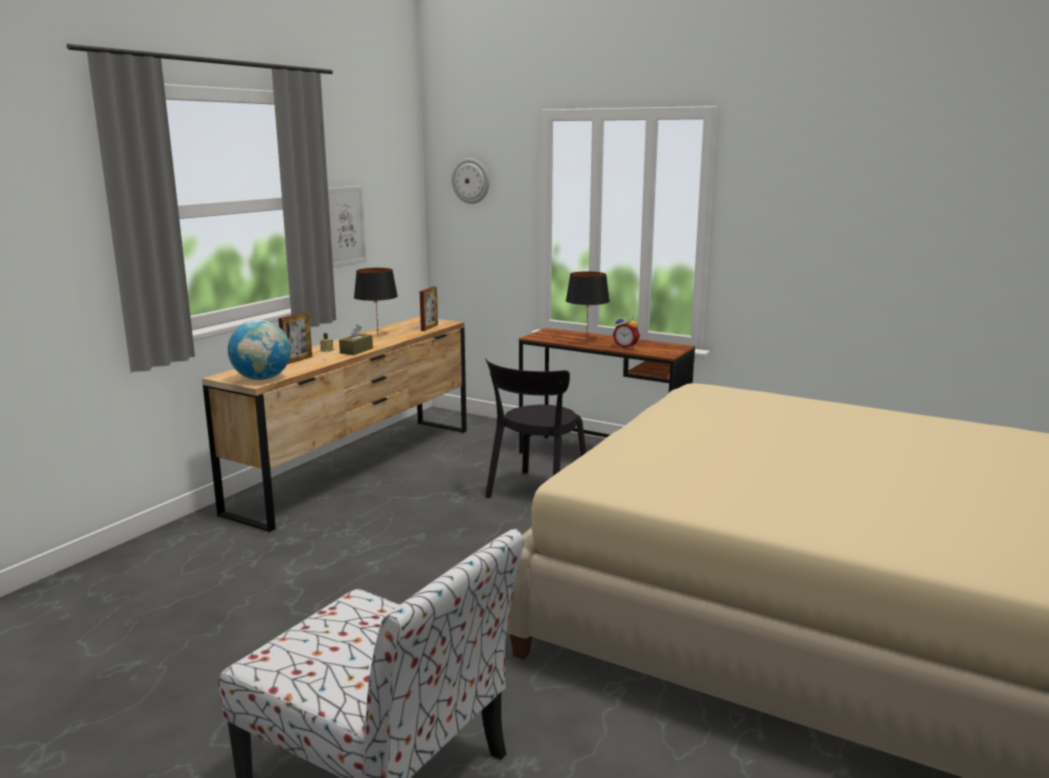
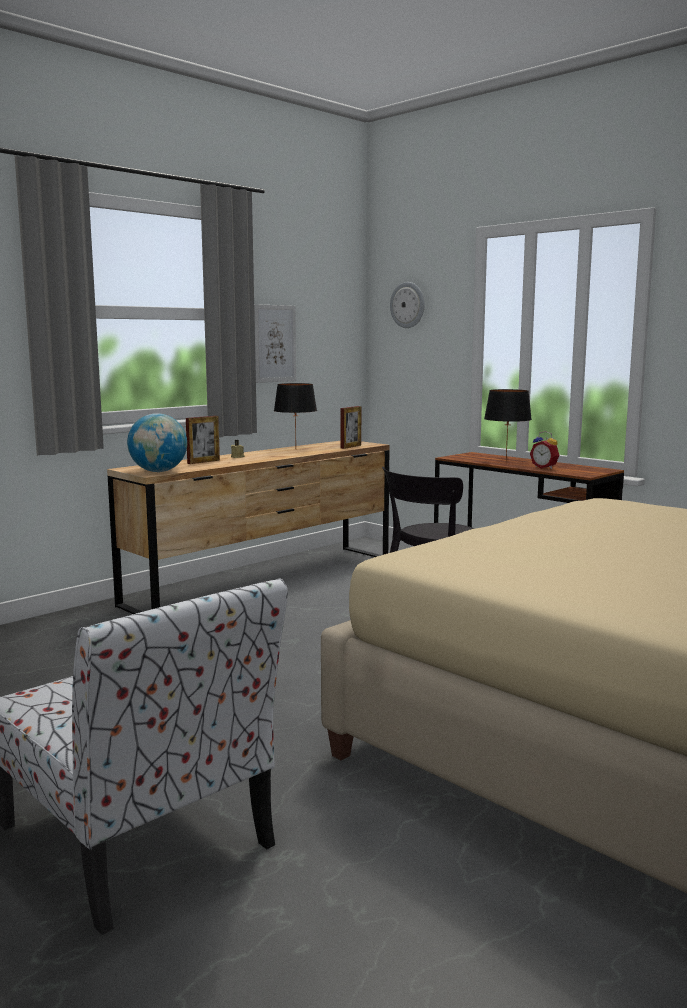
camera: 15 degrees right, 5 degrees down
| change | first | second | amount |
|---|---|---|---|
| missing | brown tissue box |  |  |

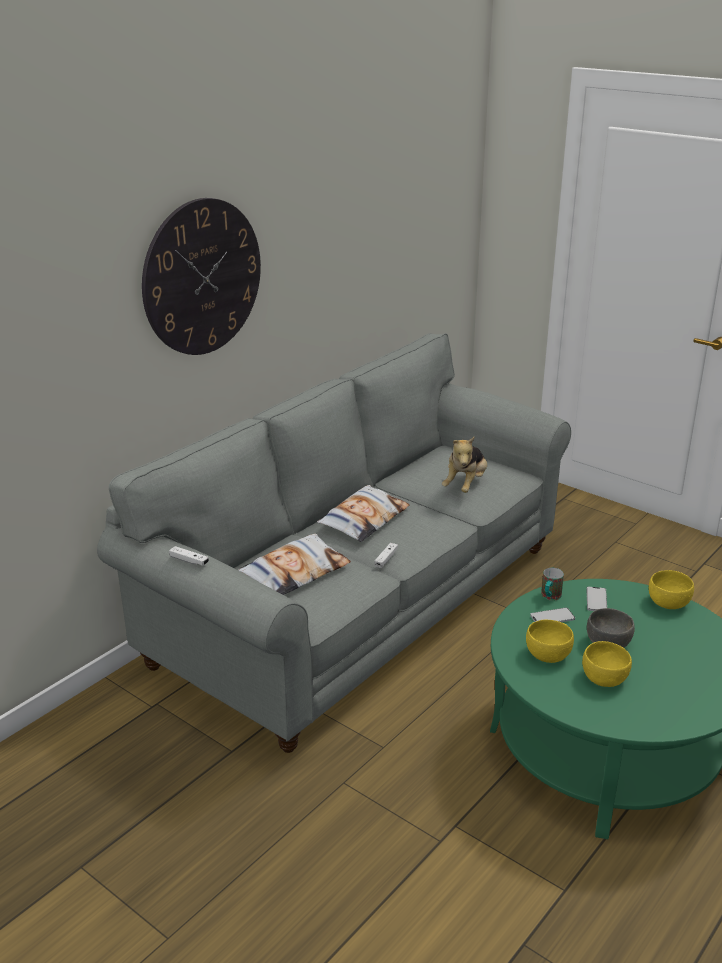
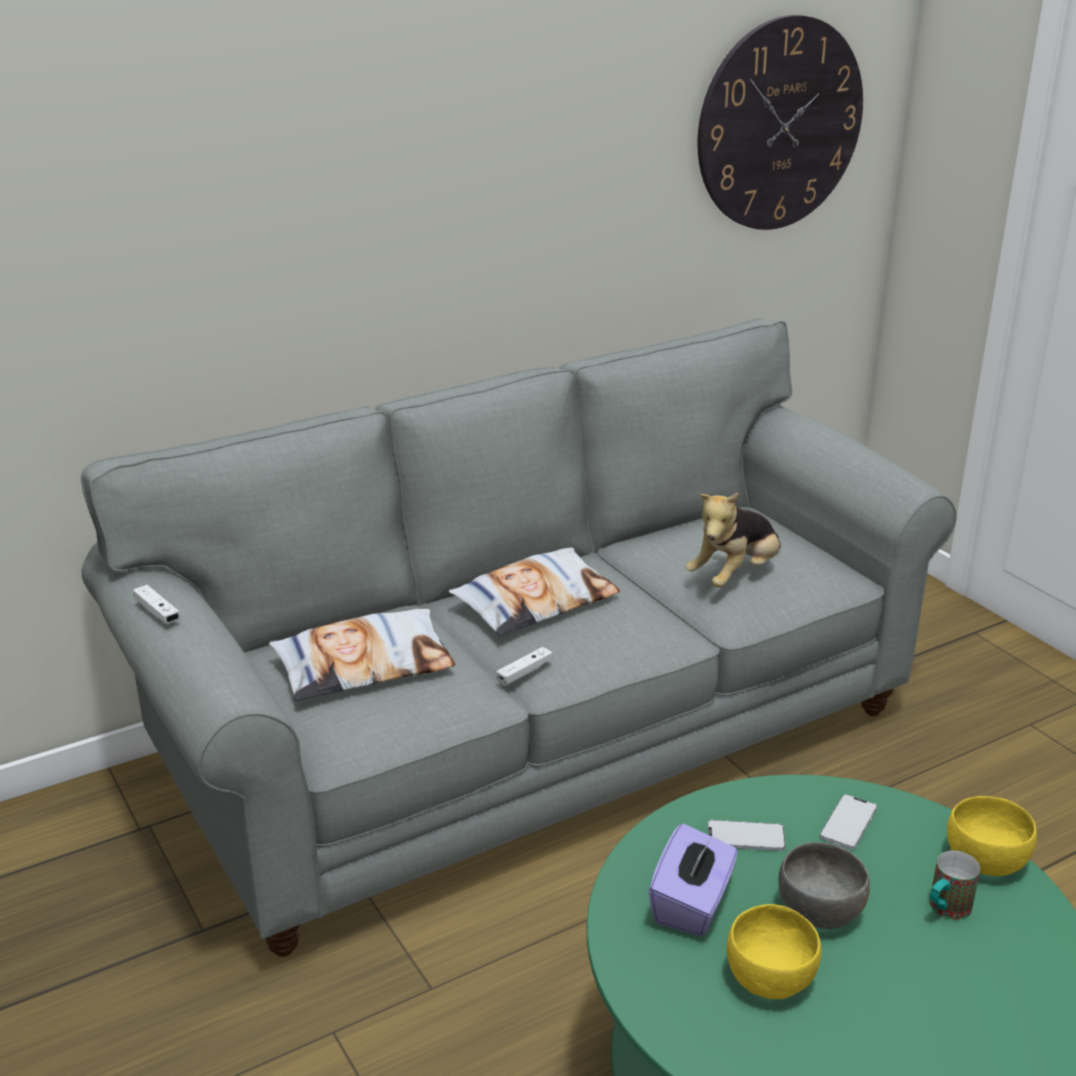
camera: 20 degrees right, 0 degrees up
| change | first | second | amount |
|---|---|---|---|
| relocated | wall clock |  |  |
| relocated | mug |  |  |
| exchanged | yellow bowl (no. 1 from left) | purple tissue box |  |

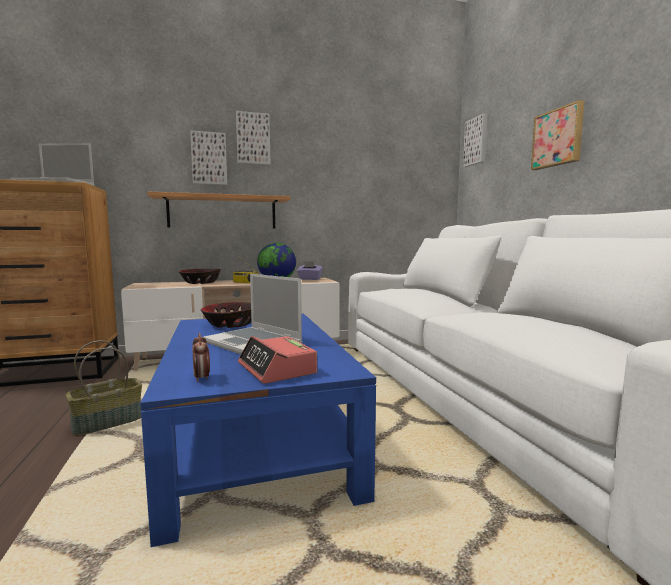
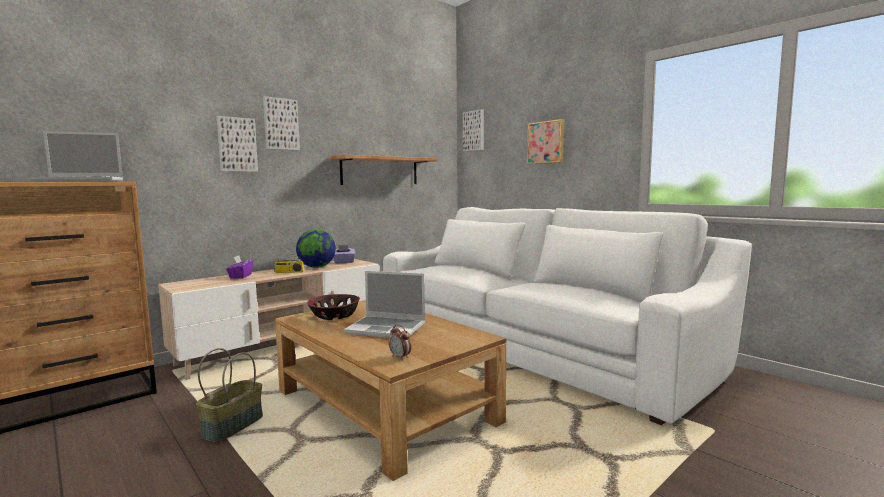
camera: 25 degrees left, 0 degrees up
| change | first | second | amount |
|---|---|---|---|
| missing | alarm clock (no. 2 from left) |  |  |
| relocated | shelf |  |  |
| exchanged | bowl (no. 1 from left) | purple tissue box (no. 1 from left) |  |
| colour | blue coffee table | brown coffee table |  |

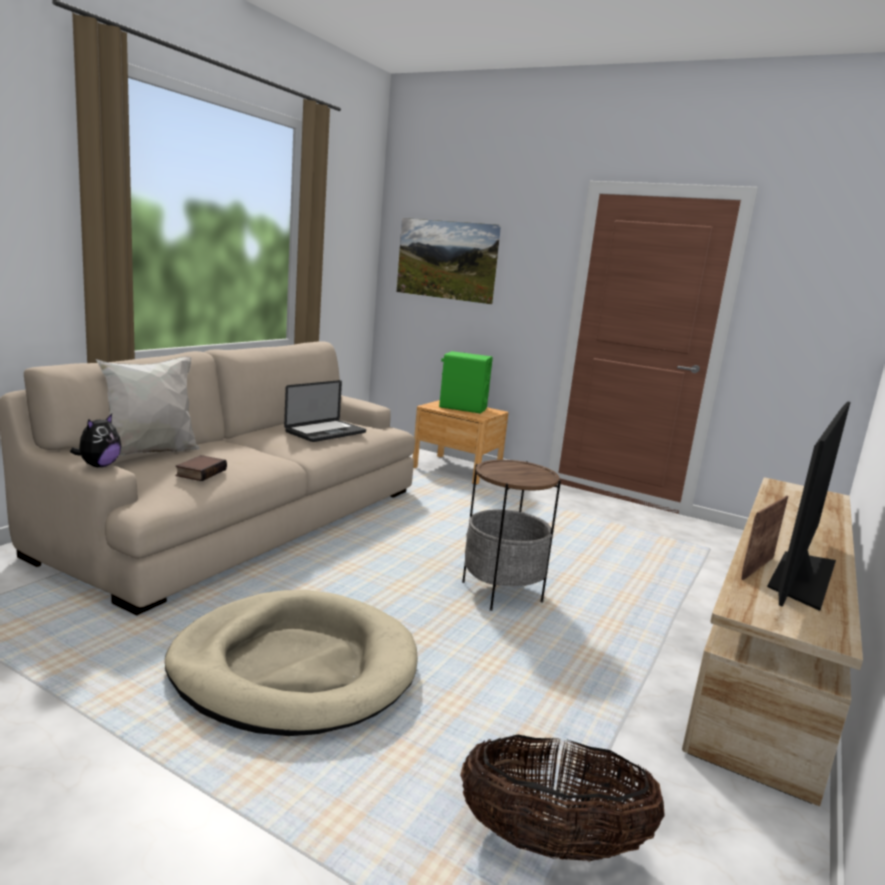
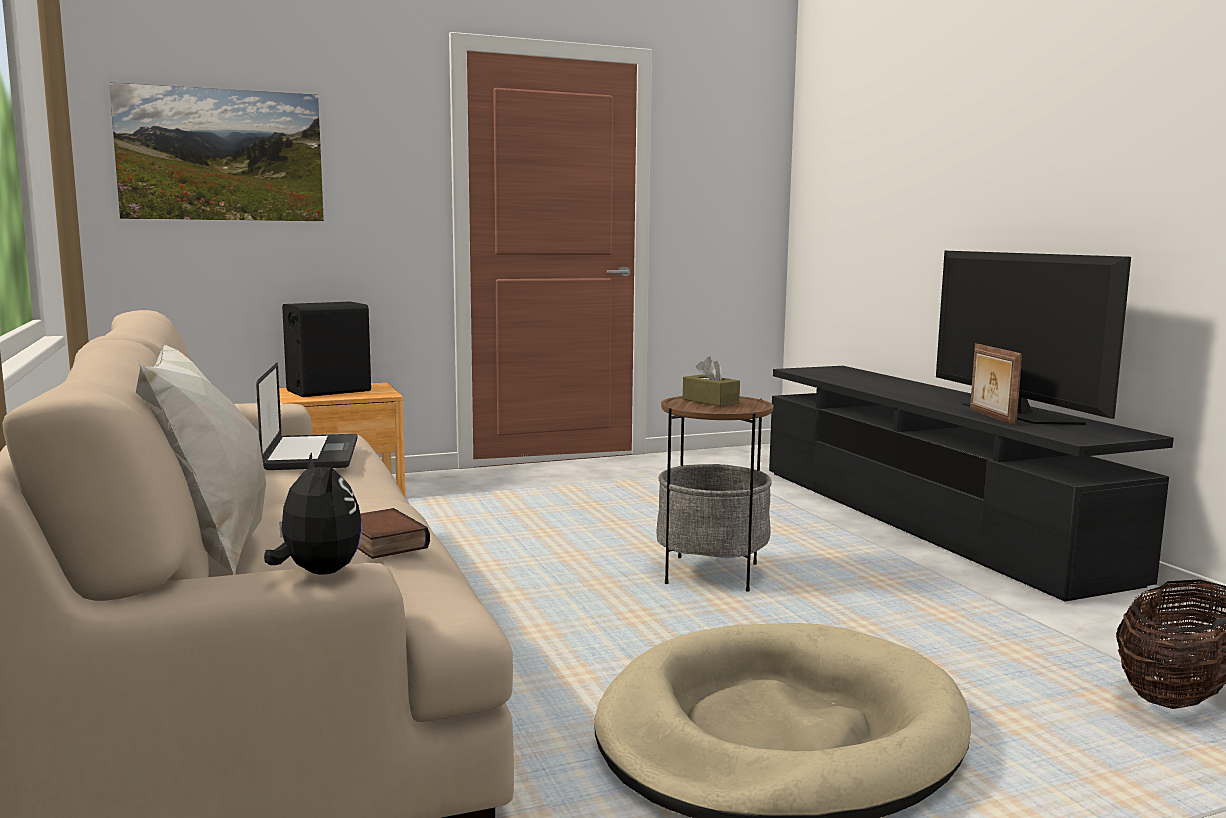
camera: 50 degrees left, 5 degrees down
| change | first | second | amount |
|---|---|---|---|
| appeared |  | brown tissue box |  |
| colour | green speaker | black speaker |  |
| colour | beige tv stand | black tv stand |  |

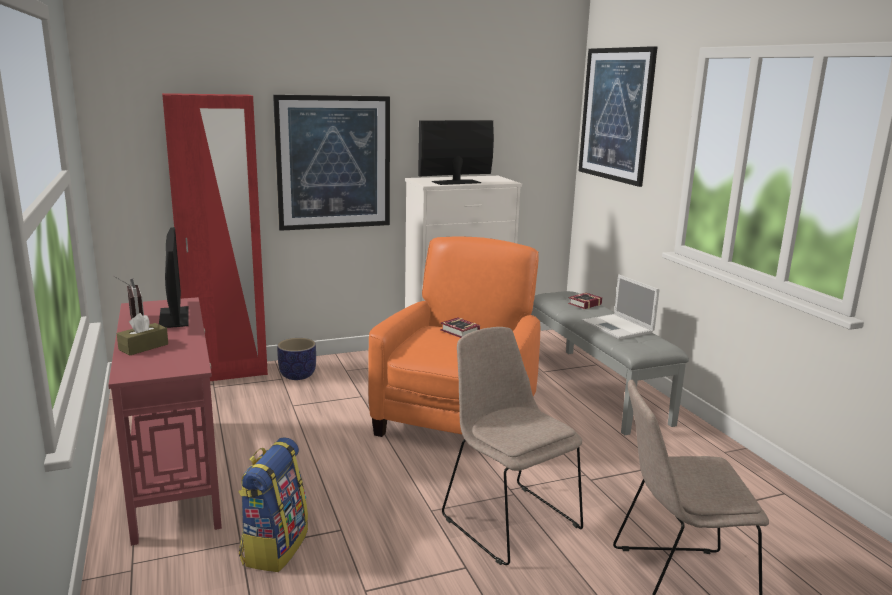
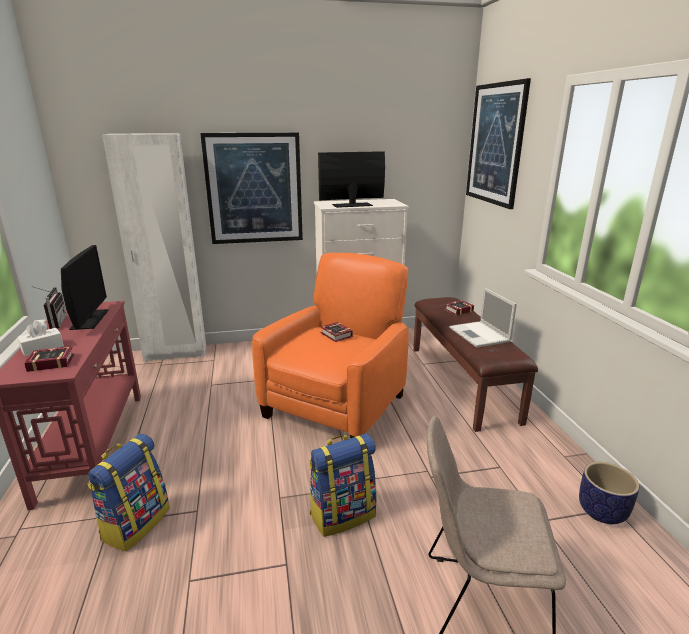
camera: 10 degrees right, 5 degrees up
| change | first | second | amount |
|---|---|---|---|
| appeared |  | book (no. 1 from left) |  |
| relocated | planter |  |  |
| exchanged | beige chair (no. 1 from left) | backpack (no. 2 from left) |  |
| colour | brown tissue box | white tissue box |  |
| colour | red wardrobe | white wardrobe |  |
| colour | grey bench | brown bench |  |

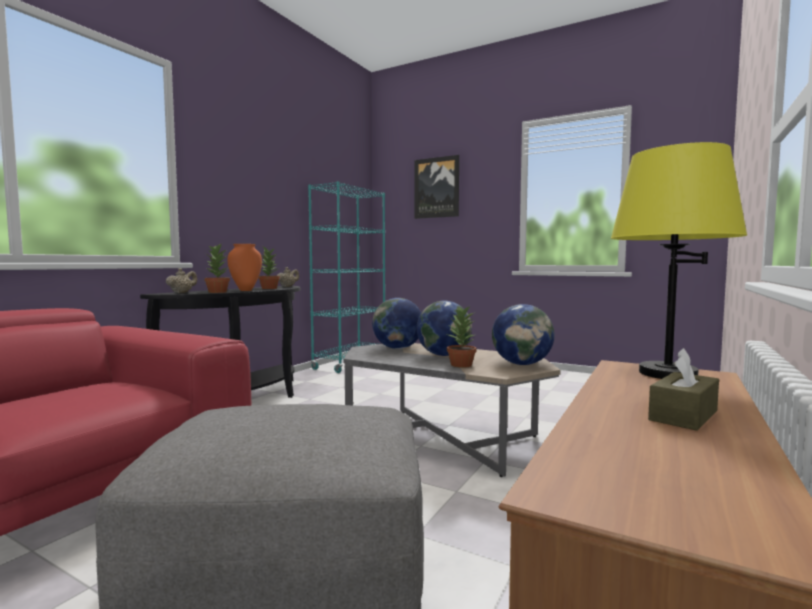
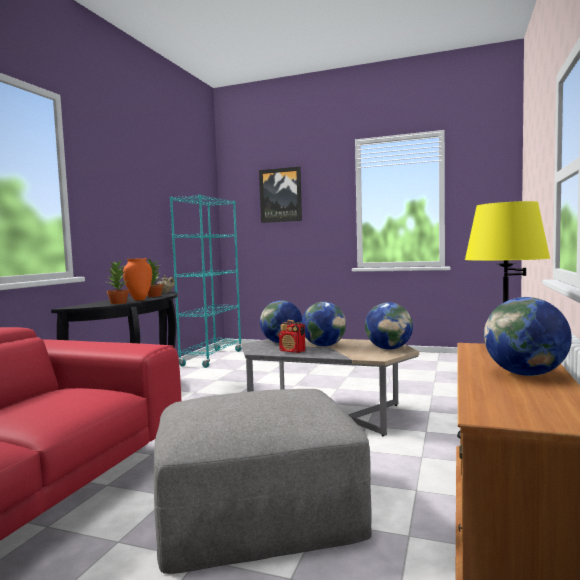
camera: 10 degrees left, 0 degrees up
| change | first | second | amount |
|---|---|---|---|
| missing | beige teapot (no. 1 from left) |  |  |
| missing | potted plant (no. 3 from left) |  |  |
| appeared |  | radio |  |
| exchanged | brown tissue box | globe (no. 4 from left) |  |

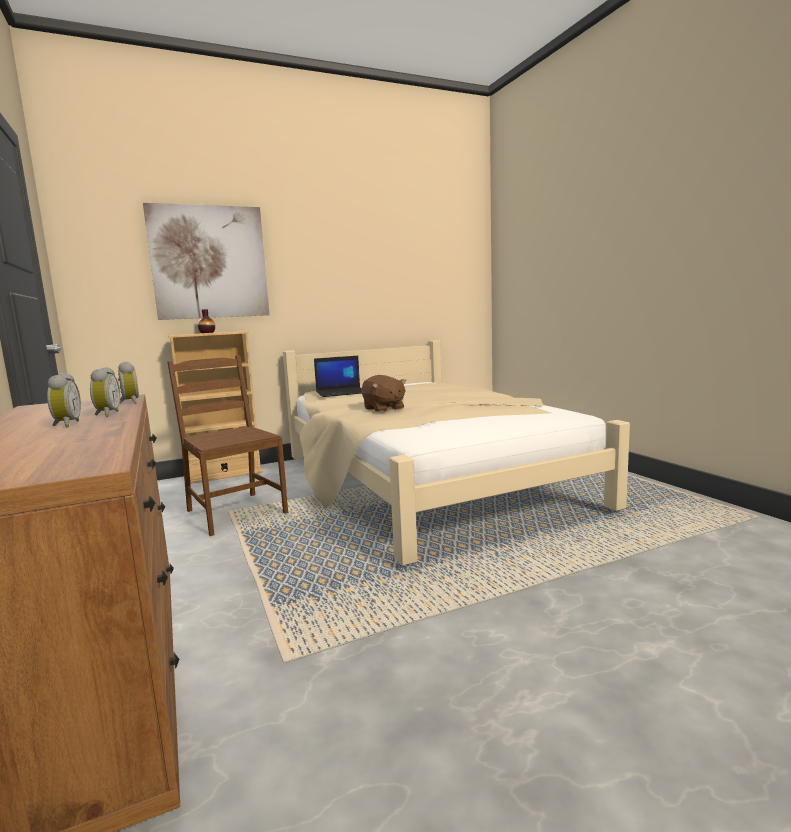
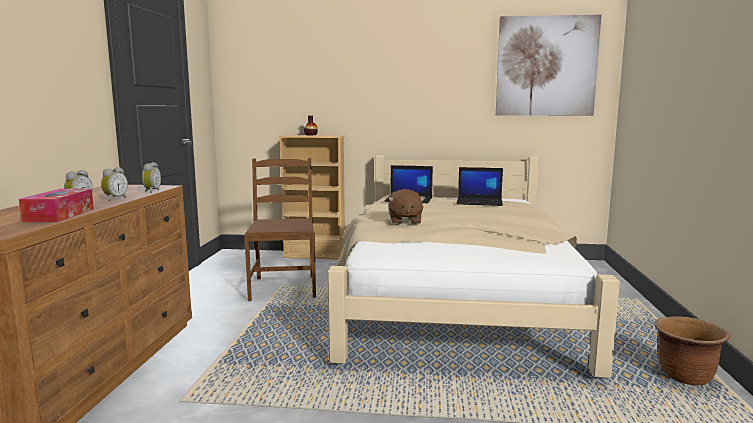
camera: 30 degrees right, 0 degrees up
| change | first | second | amount |
|---|---|---|---|
| appeared |  | tissue box |  |
| appeared |  | laptop (no. 2 from left) |  |
| appeared |  | brown planter |  |
| relocated | picture |  |  |

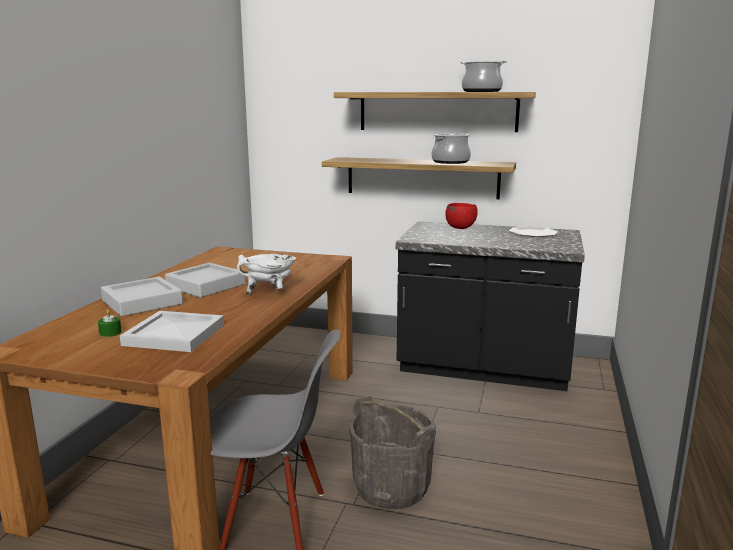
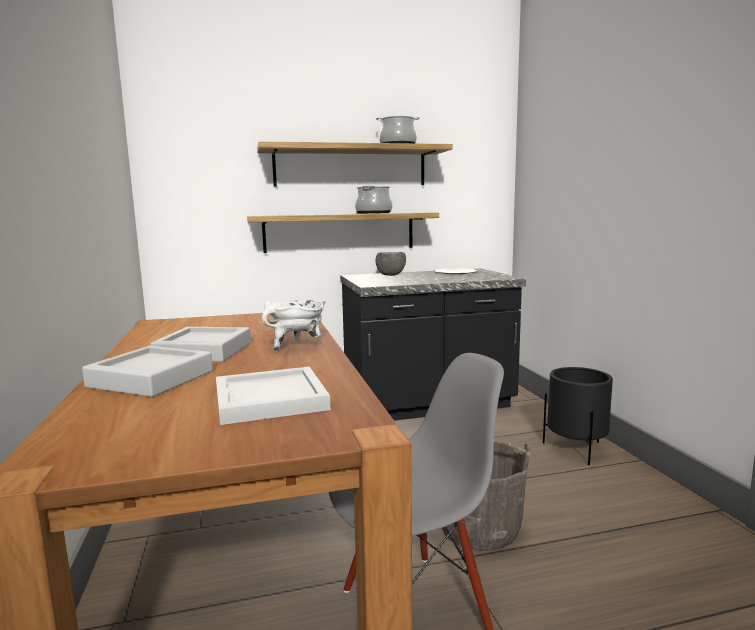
camera: 30 degrees left, 5 degrees down
| change | first | second | amount |
|---|---|---|---|
| missing | green candle |  |  |
| appeared |  | black planter |  |
| colour | red bowl | grey bowl |  |

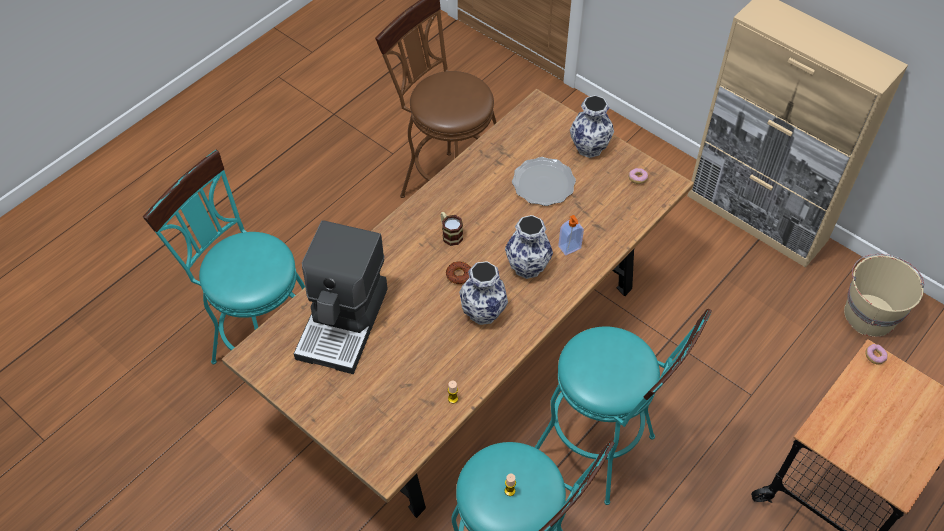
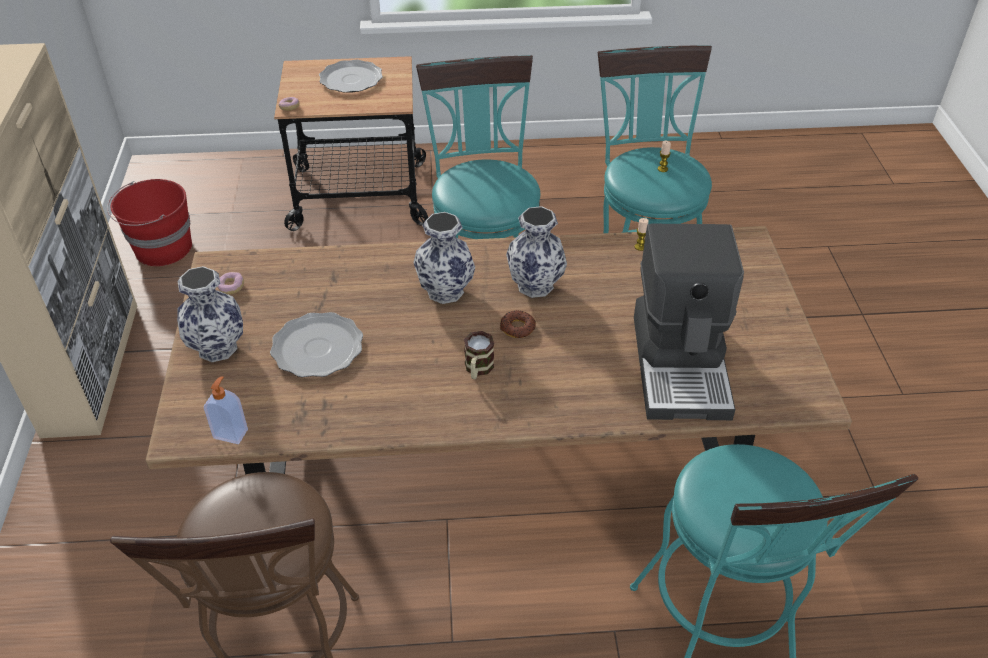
camera: 135 degrees left, 10 degrees down
| change | first | second | amount |
|---|---|---|---|
| appeared |  | plate (no. 2 from left) |  |
| relocated | soap dispenser |  |  |
| colour | beige bucket | red bucket |  |
| spun | coffee machine |  | 120 degrees clockwise |

